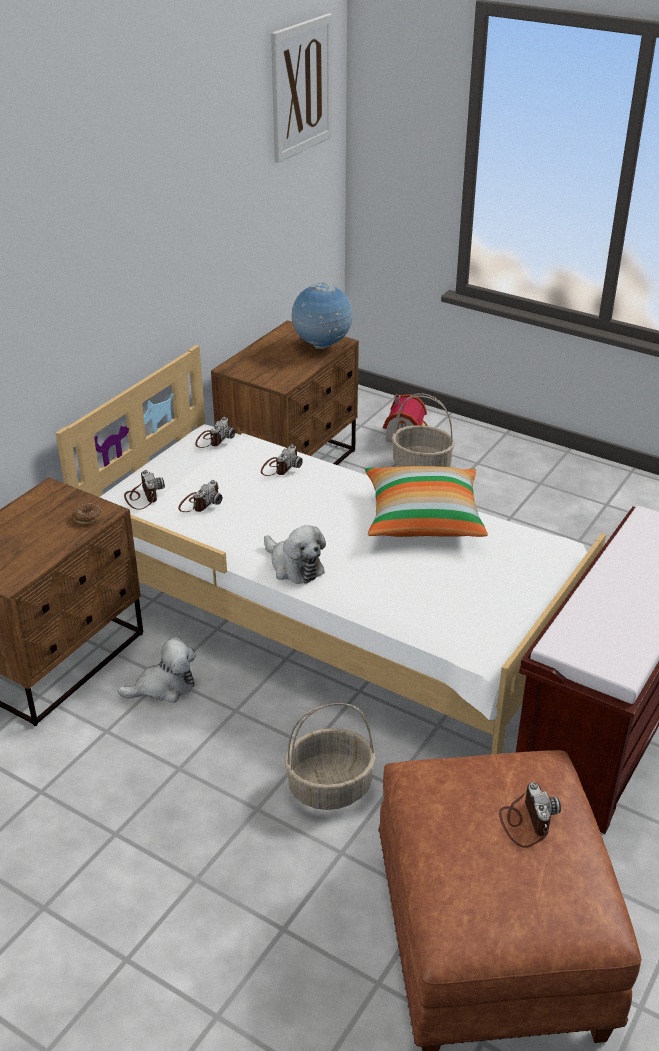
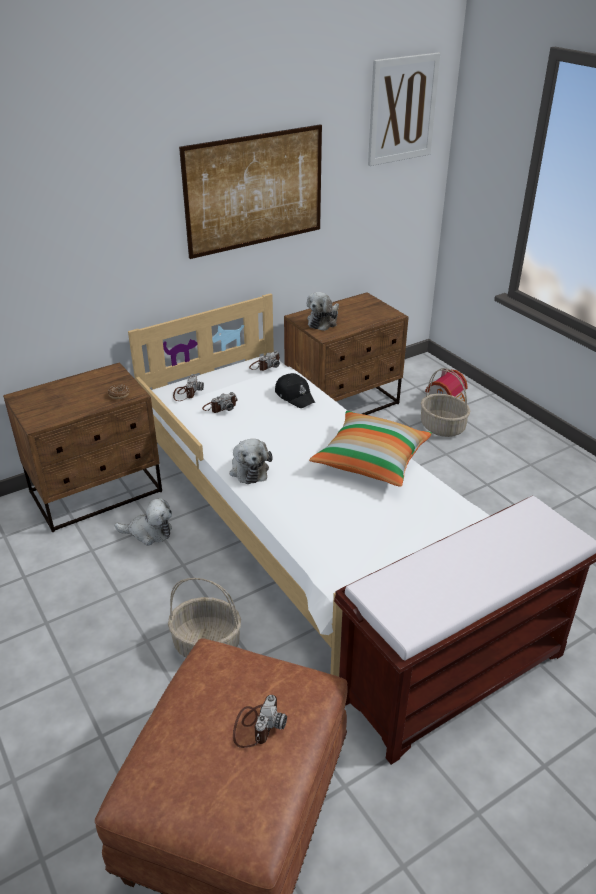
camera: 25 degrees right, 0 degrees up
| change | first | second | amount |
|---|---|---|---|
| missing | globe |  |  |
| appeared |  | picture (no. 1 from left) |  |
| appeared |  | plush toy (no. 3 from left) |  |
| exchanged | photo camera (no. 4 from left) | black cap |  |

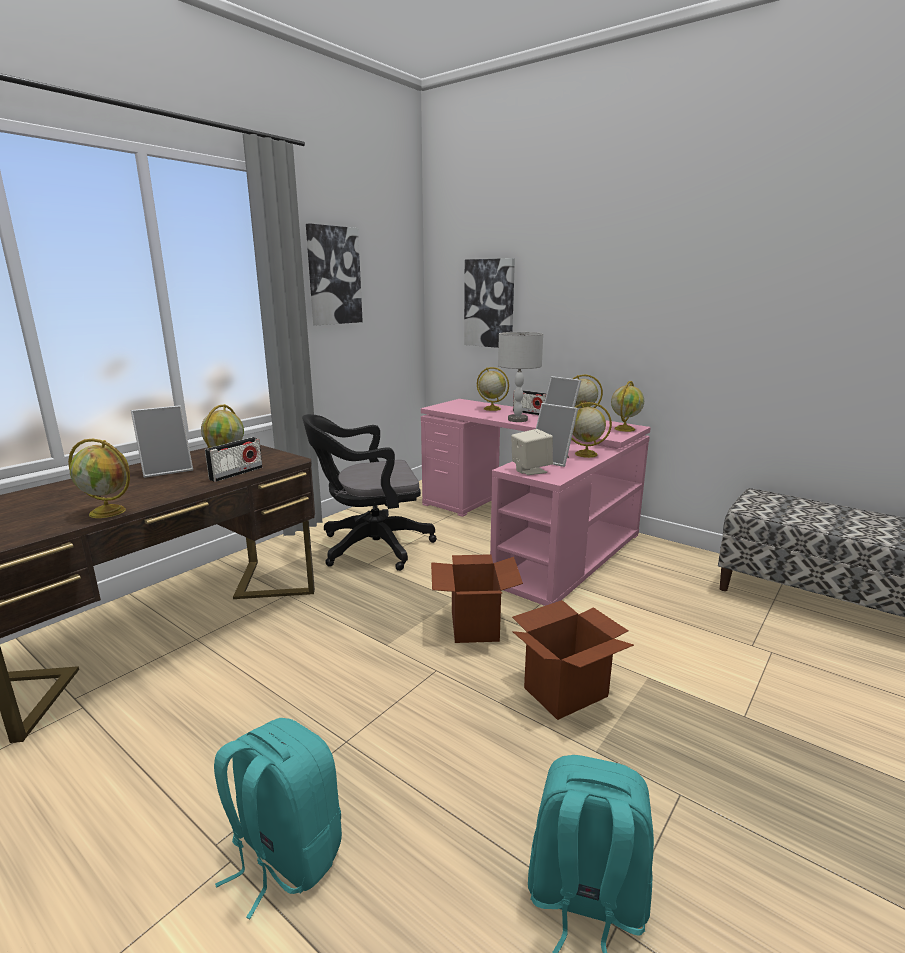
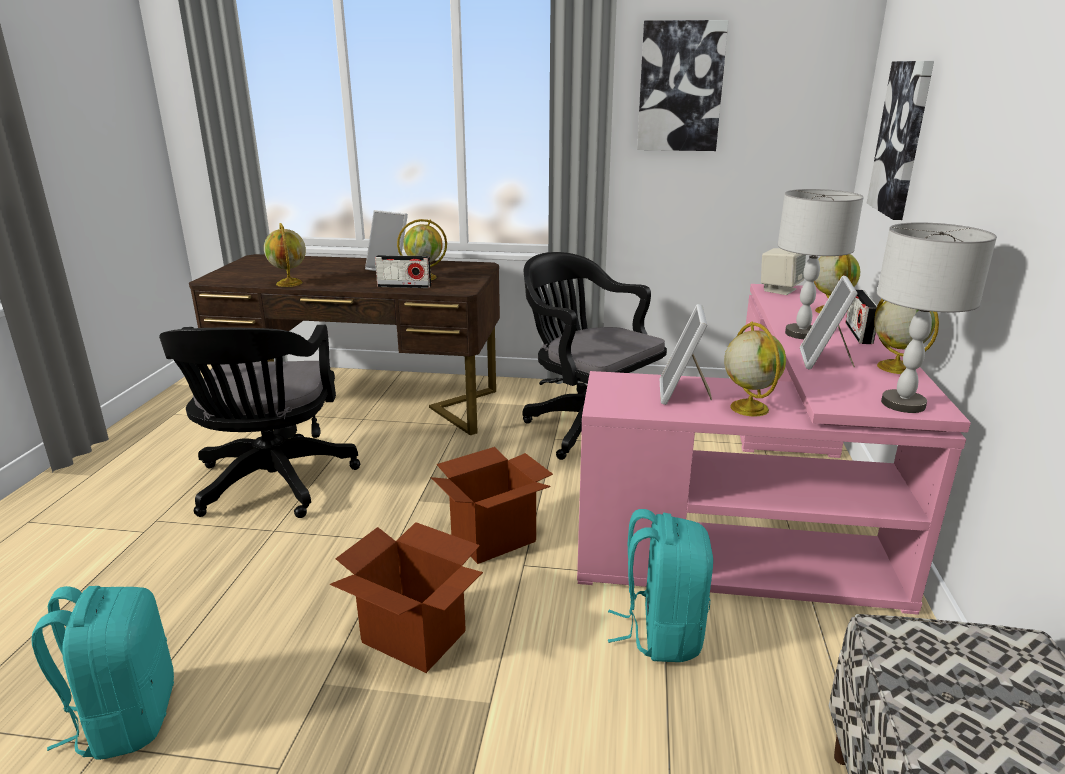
camera: 60 degrees right, 5 degrees up
| change | first | second | amount |
|---|---|---|---|
| appeared |  | black office chair (no. 1 from left) |  |
| relocated | turquoise backpack (no. 1 from left in the first image) | turquoise backpack (no. 2 from left) |  |
| relocated | beige speaker |  |  |
| exchanged | globe (no. 6 from left) | grey table lamp (no. 2 from left) |  |

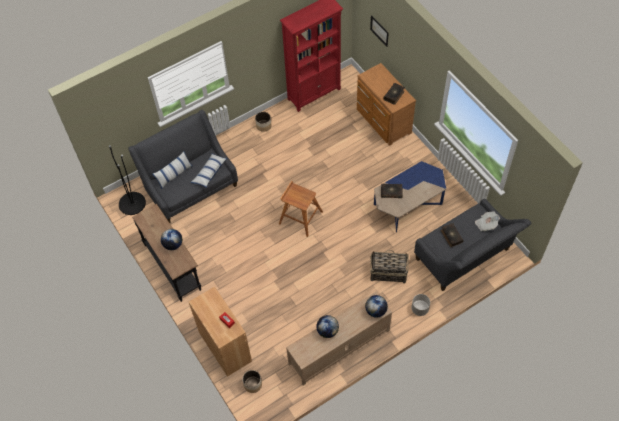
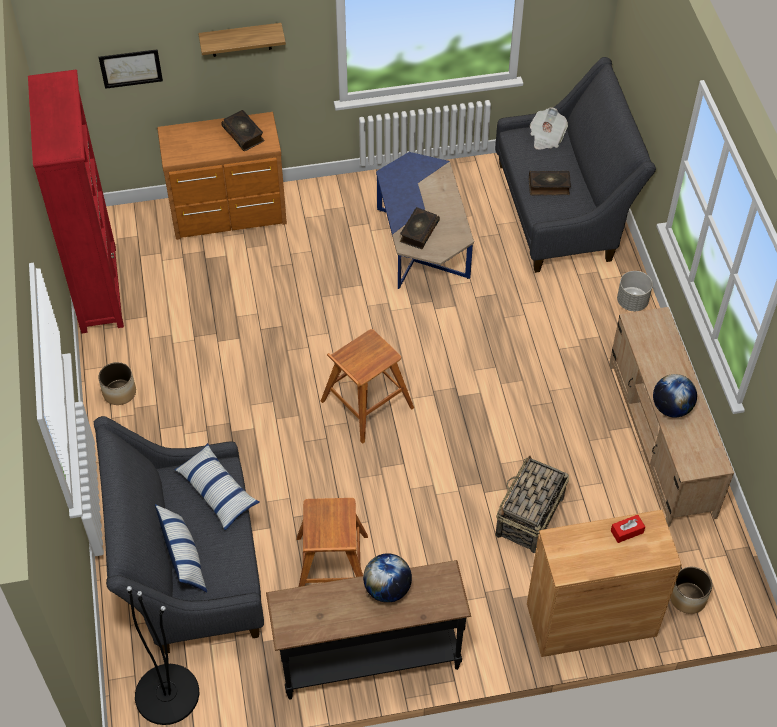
camera: 70 degrees left, 5 degrees down
| change | first | second | amount |
|---|---|---|---|
| missing | globe (no. 3 from left) |  |  |
| appeared |  | shelf |  |
| appeared |  | brown stool (no. 1 from left) |  |
| relocated | basket |  |  |

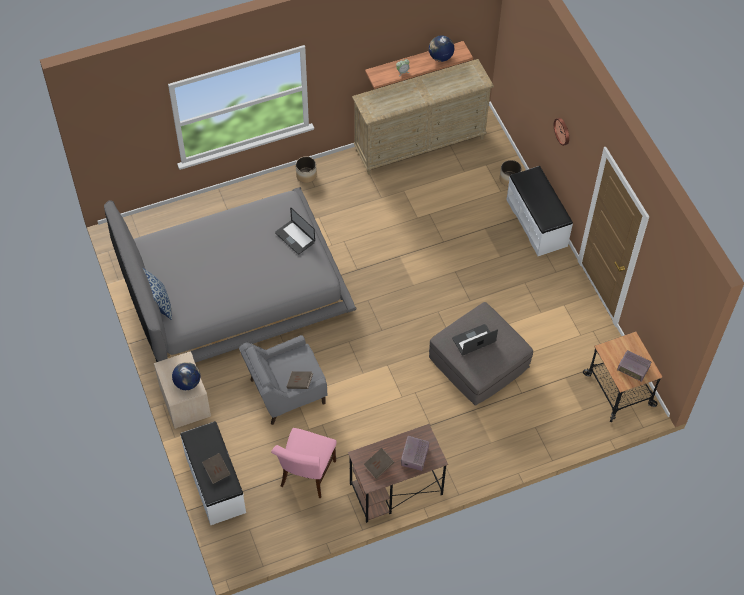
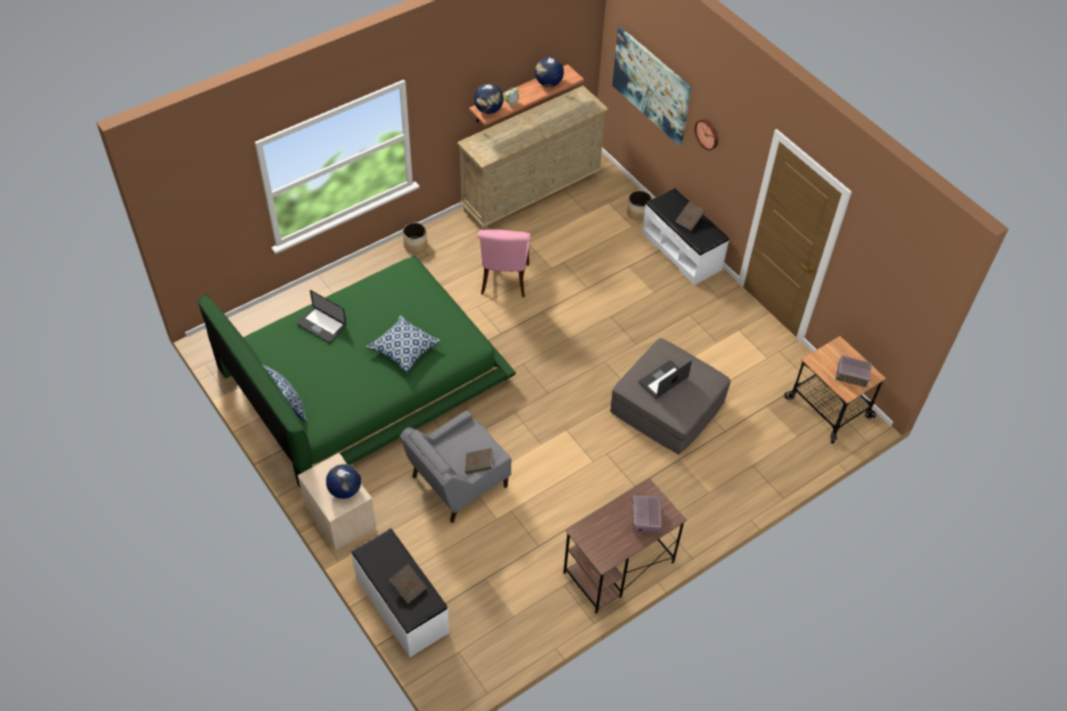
camera: 15 degrees left, 5 degrees down
| change | first | second | amount |
|---|---|---|---|
| appeared |  | pillow (no. 2 from left) |  |
| appeared |  | globe (no. 2 from left) |  |
| appeared |  | picture |  |
| relocated | pink chair |  |  |
| relocated | laptop (no. 1 from left) |  |  |
| relocated | brown book (no. 3 from left) |  |  |
| colour | grey bed | green bed |  |

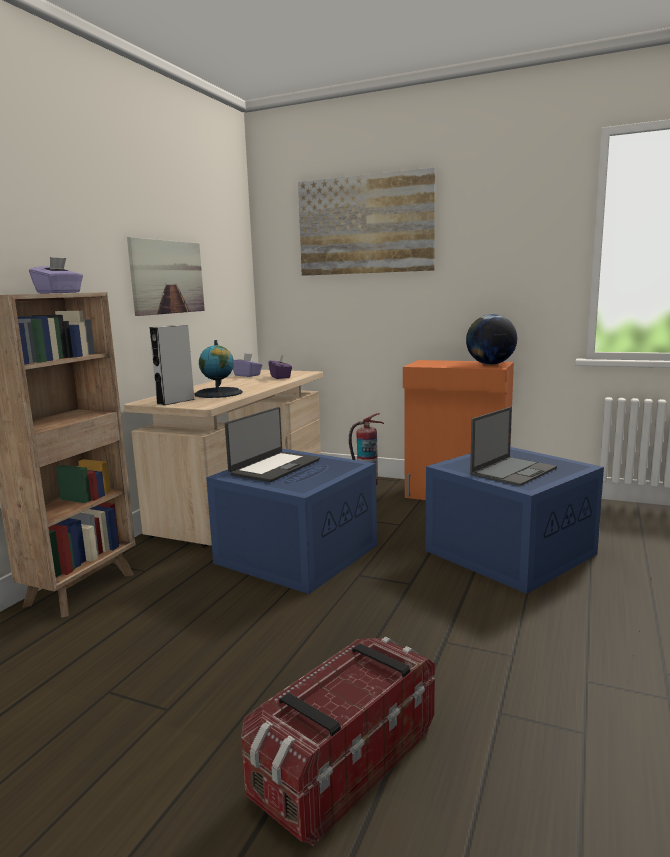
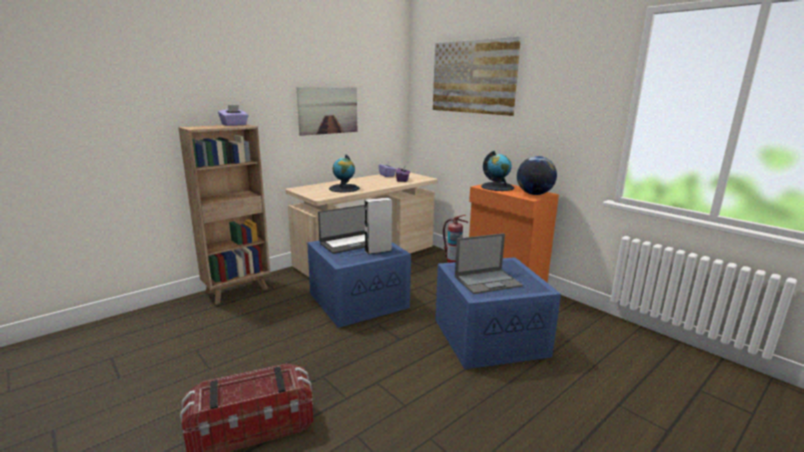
camera: 25 degrees right, 5 degrees up
| change | first | second | amount |
|---|---|---|---|
| appeared |  | globe (no. 2 from left) |  |
| relocated | grey speaker |  |  |

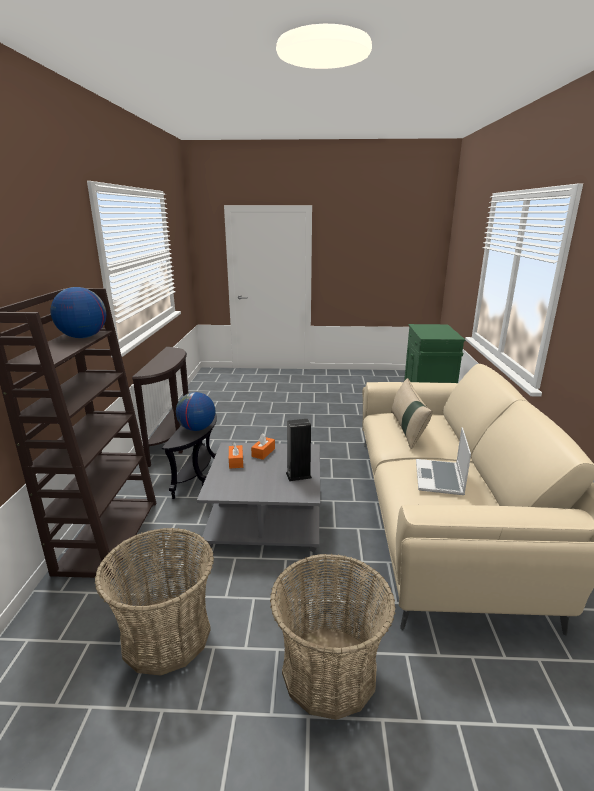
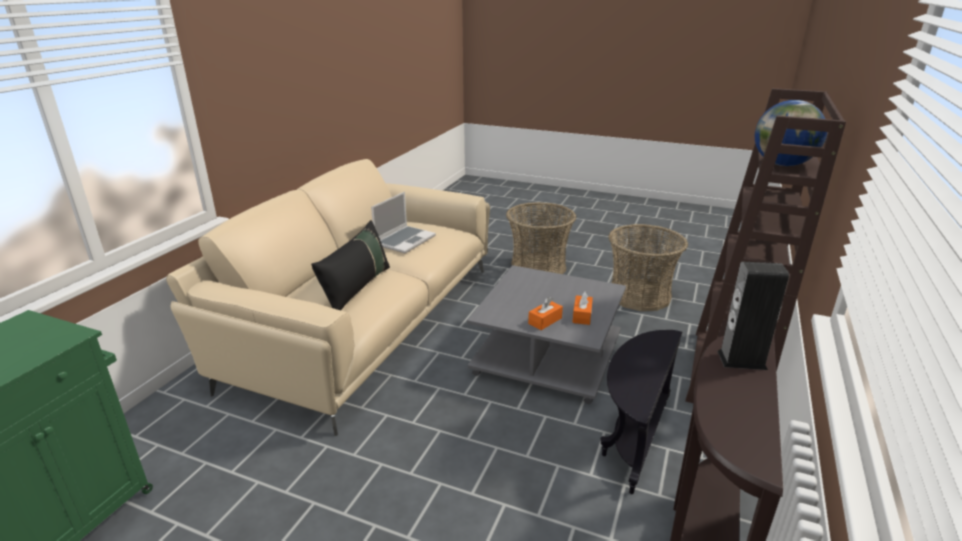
camera: 160 degrees left, 5 degrees up
| change | first | second | amount |
|---|---|---|---|
| missing | globe (no. 2 from left) |  |  |
| relocated | speaker |  |  |
| colour | beige pillow | black pillow |  |

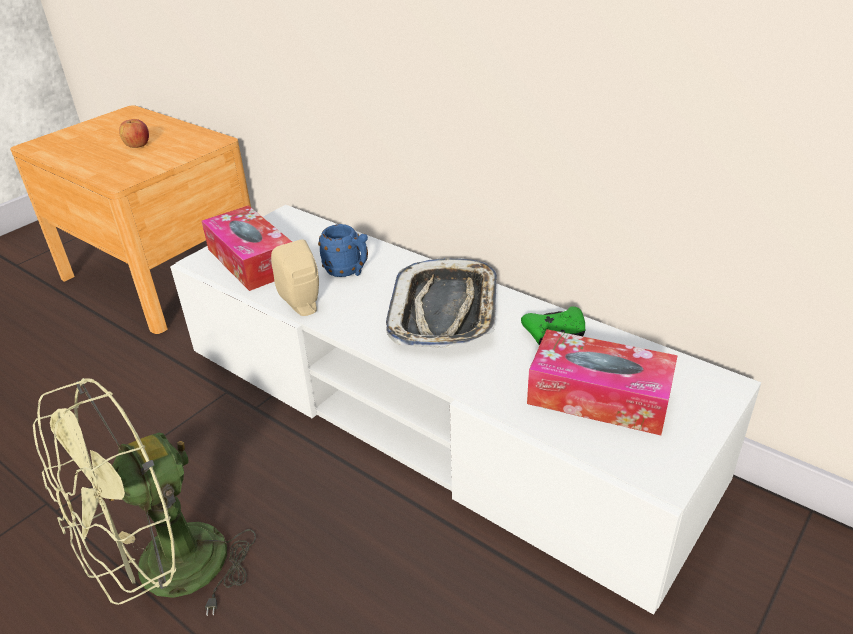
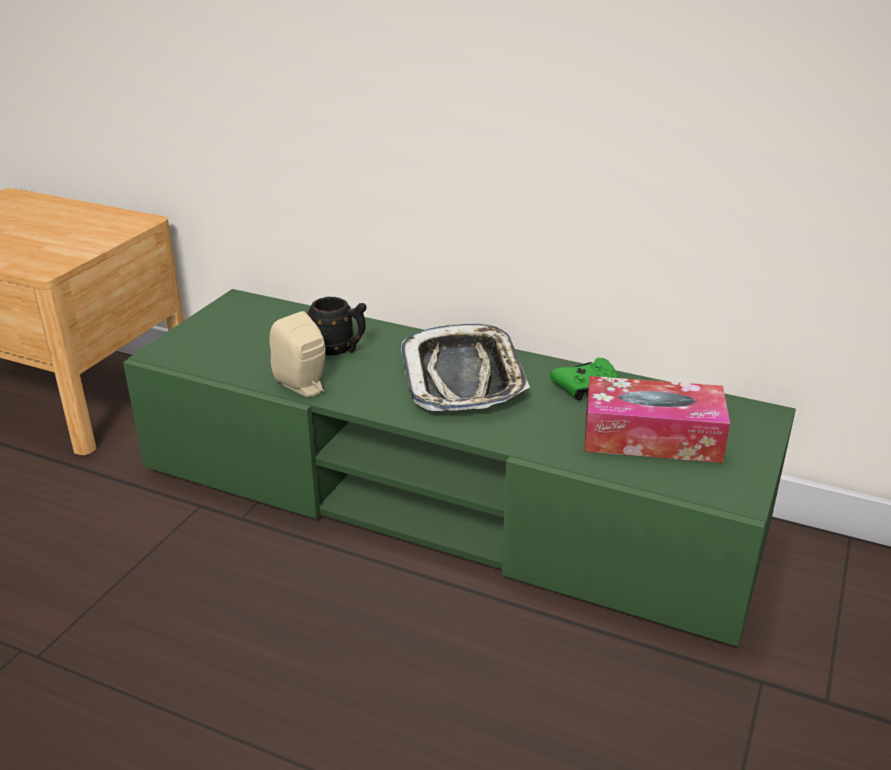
camera: 15 degrees left, 5 degrees down
| change | first | second | amount |
|---|---|---|---|
| missing | green fan |  |  |
| missing | apple |  |  |
| missing | tissue box (no. 1 from left) |  |  |
| colour | white tv stand | green tv stand |  |
| colour | blue mug | black mug |  |

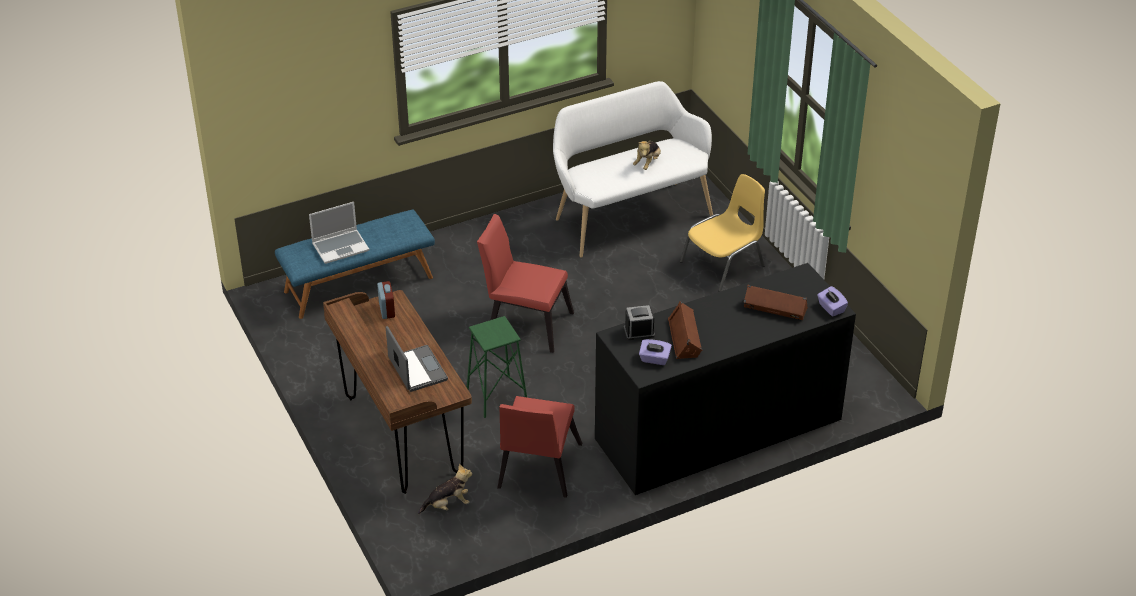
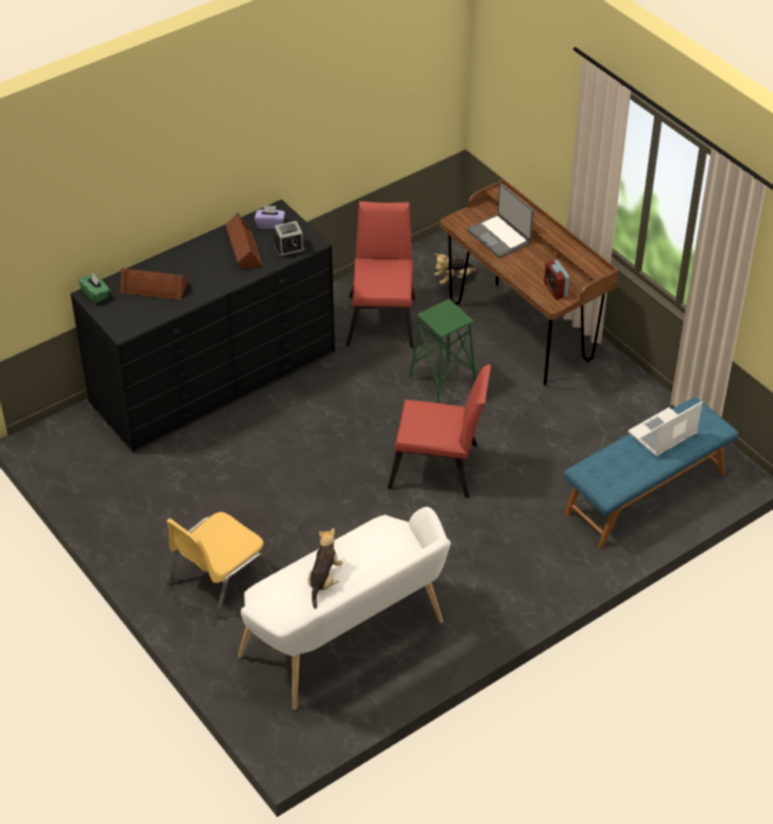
camera: 170 degrees right, 5 degrees up
| change | first | second | amount |
|---|---|---|---|
| colour | purple tissue box (no. 2 from left) | green tissue box |  |

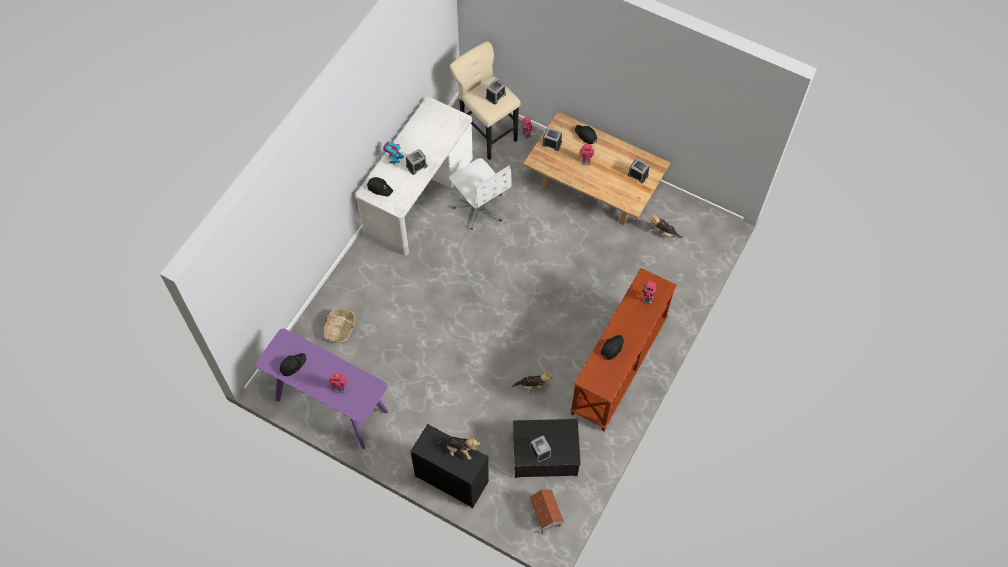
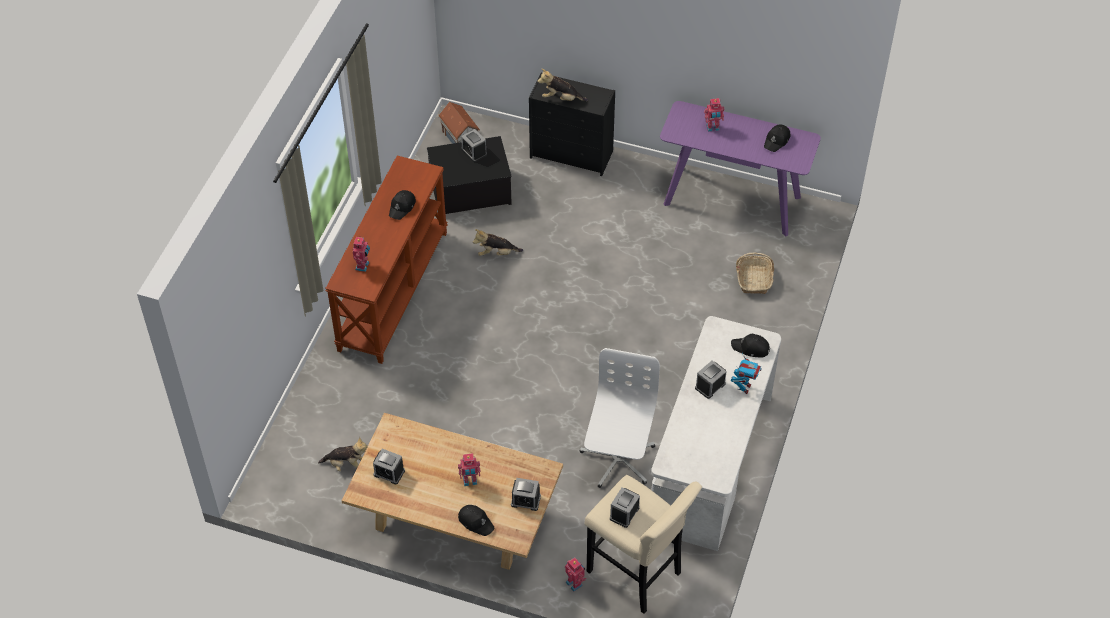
camera: 170 degrees right, 10 degrees down
| change | first | second | amount |
|---|---|---|---|
| spun | white office chair |  | 60 degrees clockwise |

